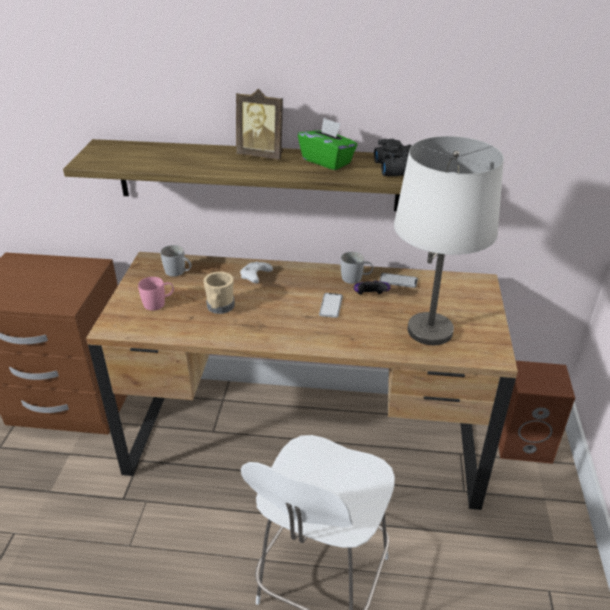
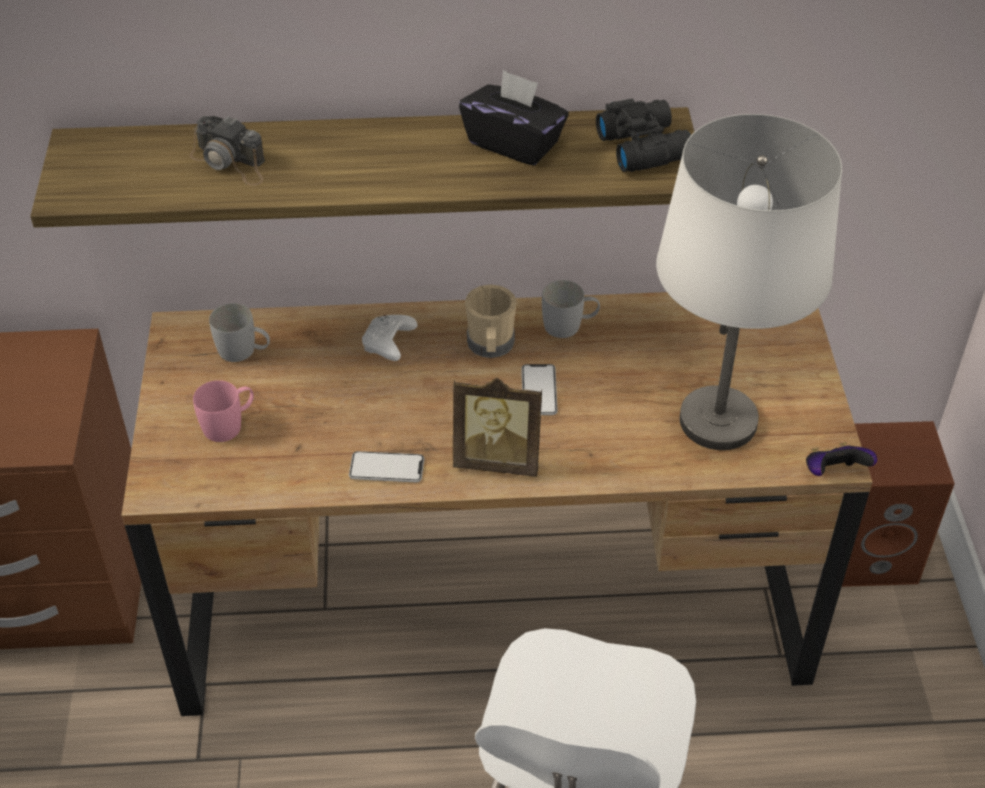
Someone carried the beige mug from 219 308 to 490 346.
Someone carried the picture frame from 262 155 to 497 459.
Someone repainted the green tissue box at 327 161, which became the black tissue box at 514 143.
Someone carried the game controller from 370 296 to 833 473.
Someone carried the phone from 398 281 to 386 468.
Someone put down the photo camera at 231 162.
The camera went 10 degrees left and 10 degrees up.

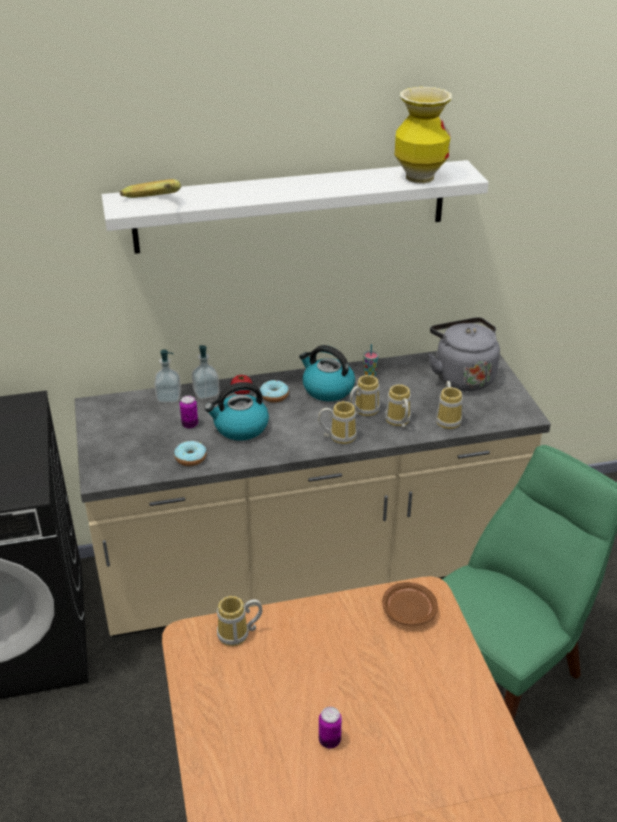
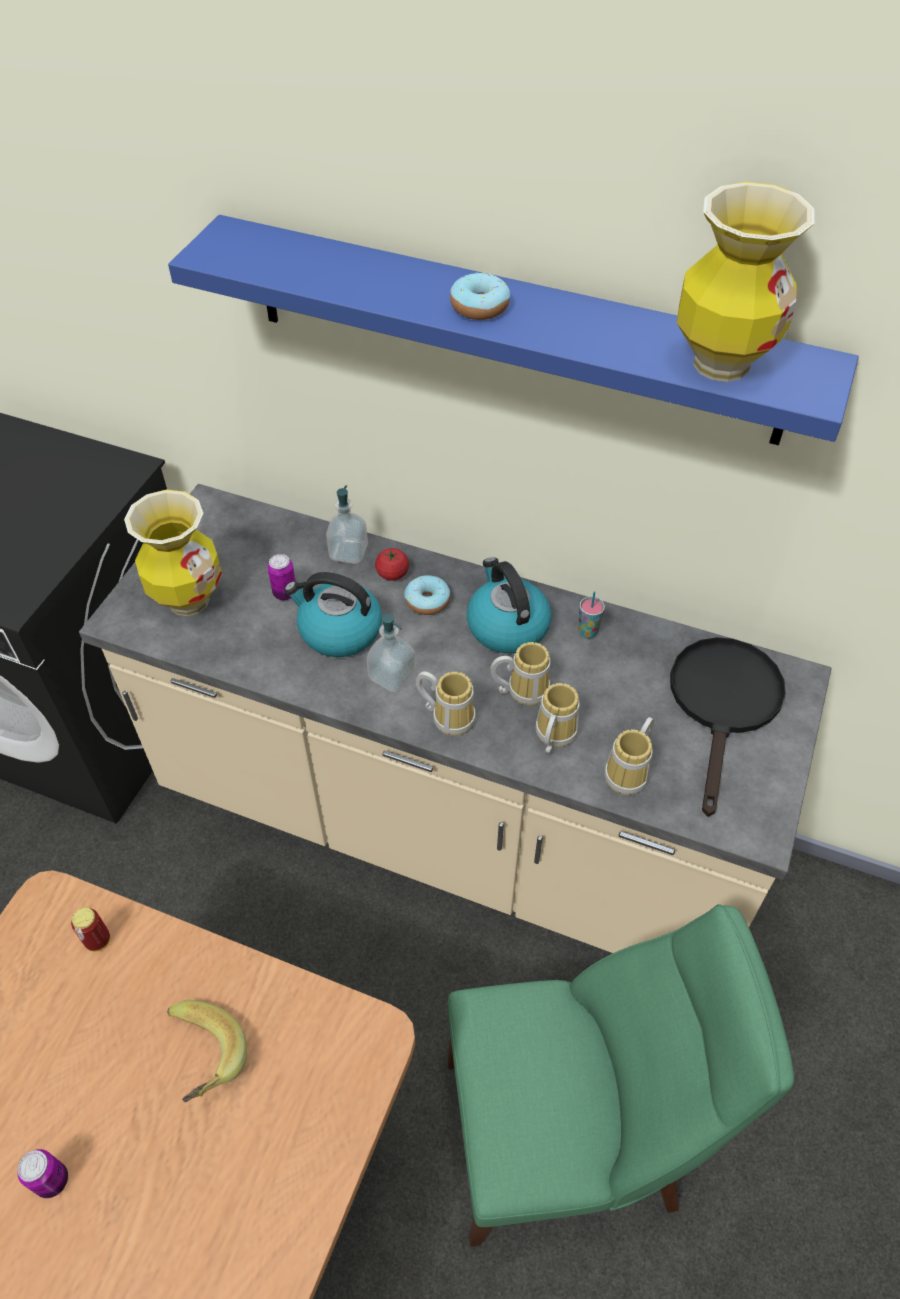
Someone repainted the white shelf at 291 206, which became the blue shelf at 512 330.
Someone carried the banana from 152 204 to 200 1059.
Someone carried the soap dispenser from 168 397 to 392 676.
Someone carried the donut from 190 458 to 479 307.
Someone swapped the mug at 238 635 for the can at 98 940.
Someone took away the brown plate at 408 610.
Someone swapped the grey kettle at 462 376 for the black frying pan at 723 705.
Someone put down the vase at 189 600.
The camera went 35 degrees right and 15 degrees up.

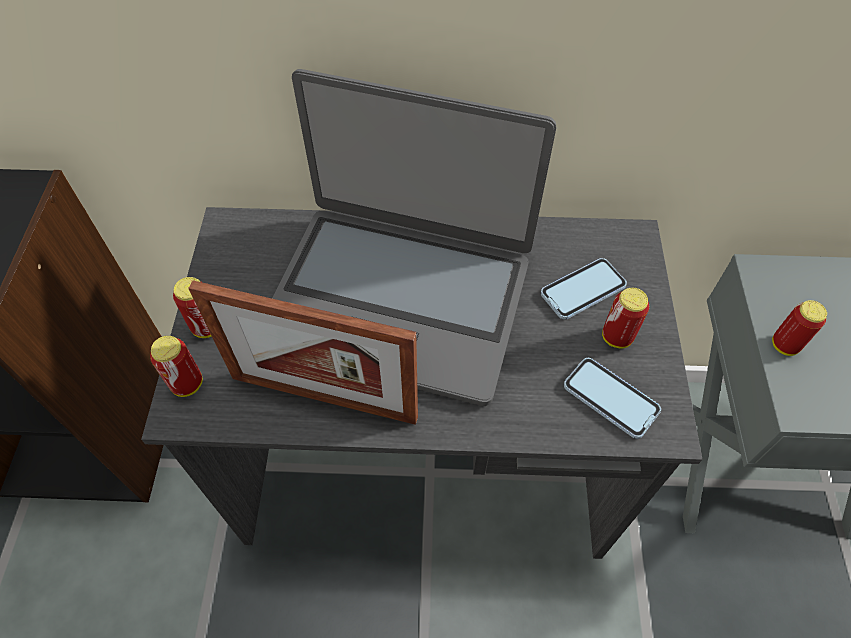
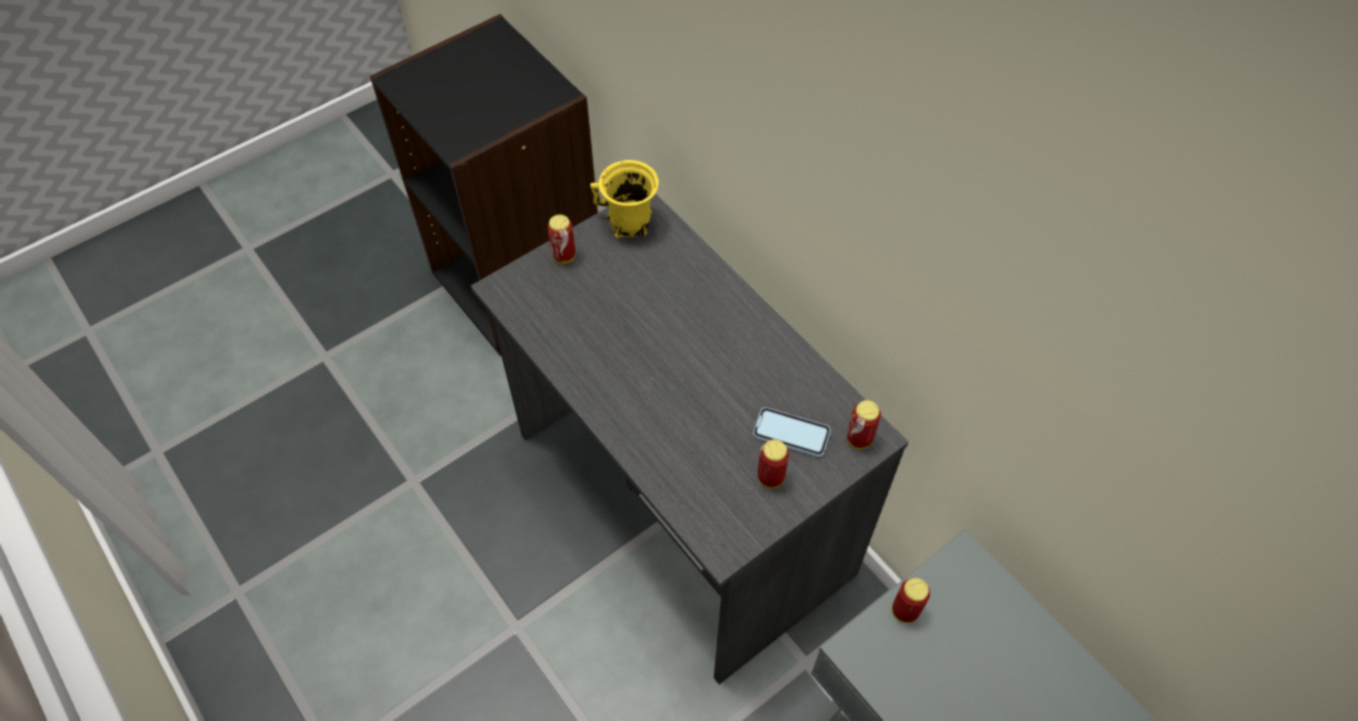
Someone carried the can from 187 384 to 859 439.
Someone took away the picture frame at 323 397.
Someone took away the laptop at 398 299.
Someone took away the phone at 610 398.
Someone put down the yellow mug at 630 223.
The camera went 50 degrees right and 0 degrees up.

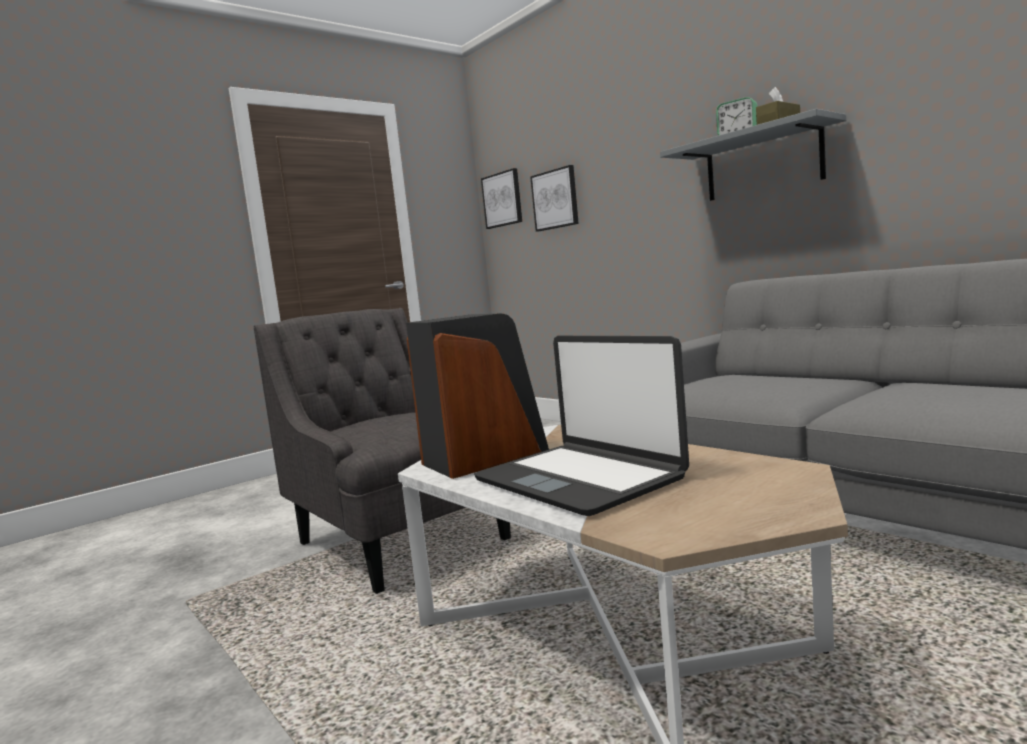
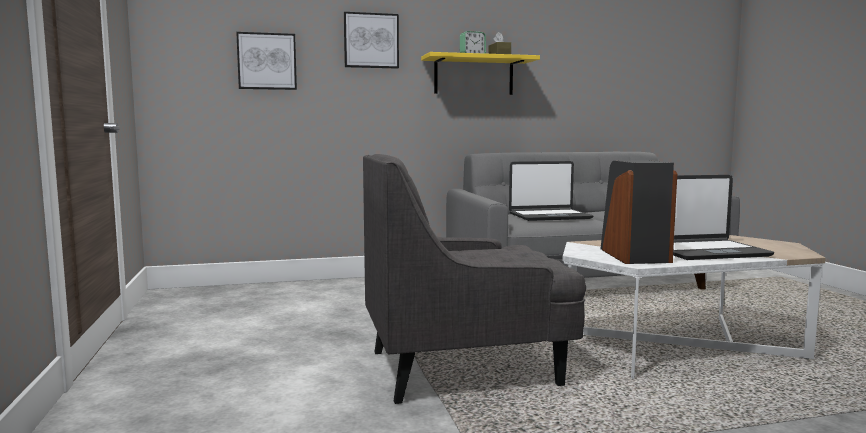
Someone carried the picture from 502 199 to 371 40.
Someone repainted the grey shelf at 762 163, which became the yellow shelf at 473 76.
Someone put down the laptop at 549 216.
The camera went 65 degrees left and 0 degrees up.

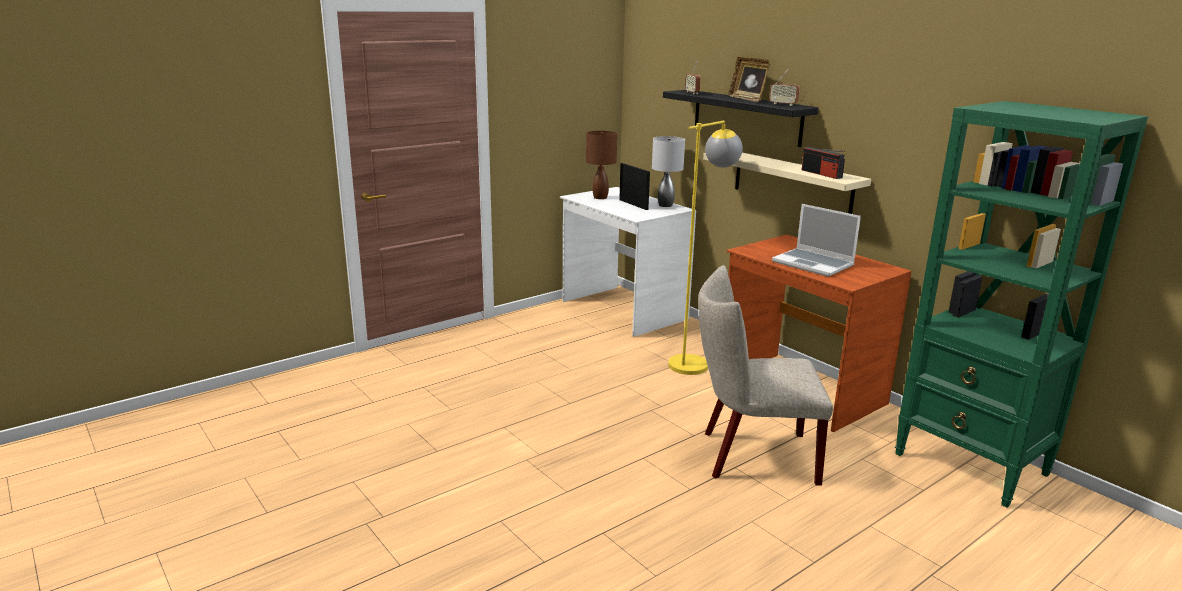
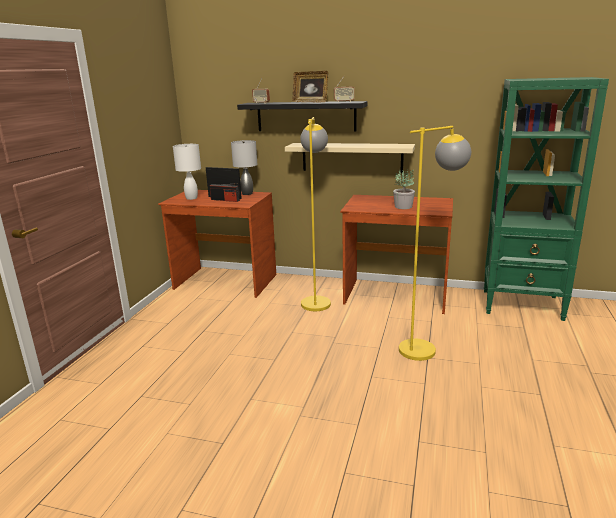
Someone repainted the white desk at 622 310, which became the brown desk at 225 282.
Someone repainted the brown table lamp at 600 197, which became the white table lamp at 191 198.
Someone swapped the beige chair at 751 456 for the yellow floor lamp at 426 346.
Someone swapped the laptop at 814 264 for the potted plant at 403 206.
Someone carried the radio from 821 174 to 225 200.
The camera went 35 degrees left and 0 degrees up.

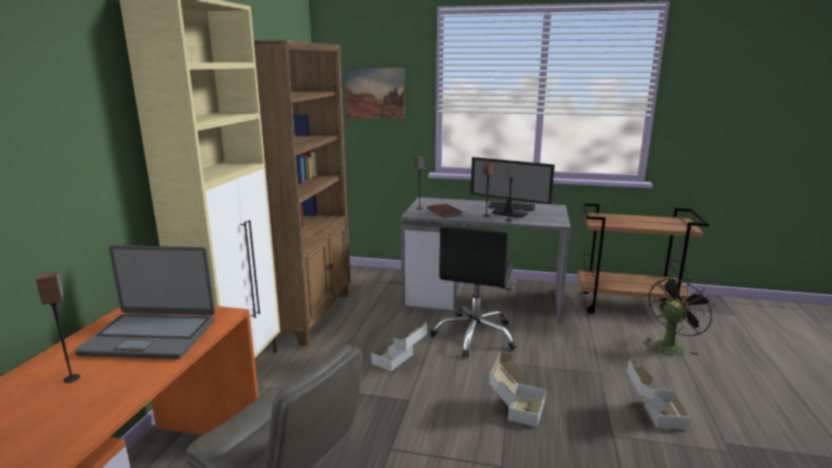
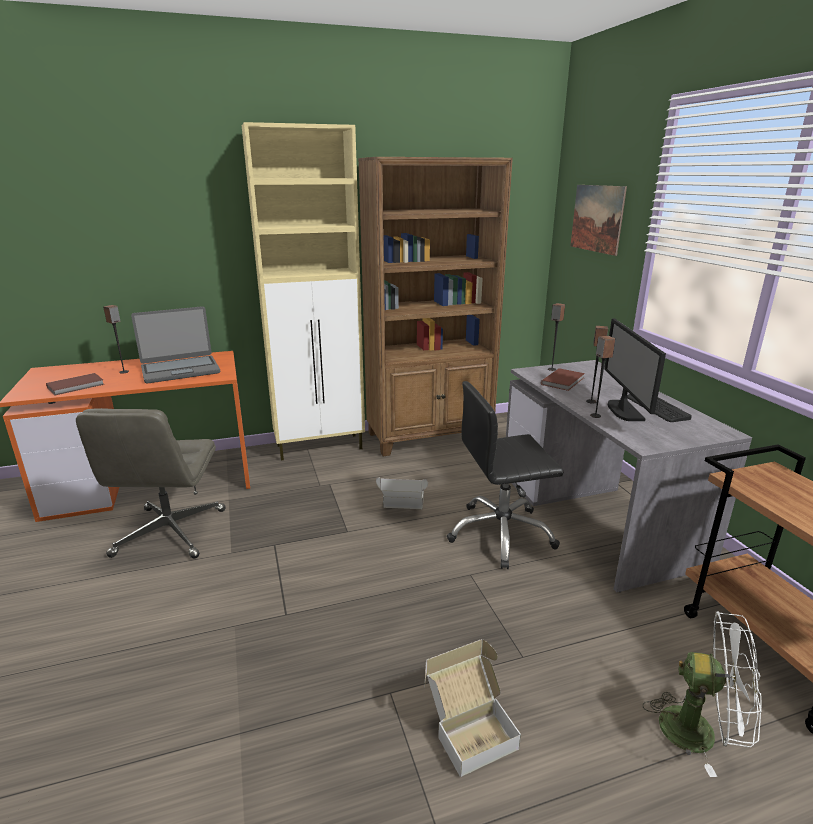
Someone rotated the laptop at 151 336 by 90 degrees counterclockwise.
Someone took away the cardboard box at 515 407.
Someone repainted the black fan at 670 346, which became the white fan at 700 731.
Someone put down the brown book at 77 386.
The camera went 60 degrees right and 5 degrees up.

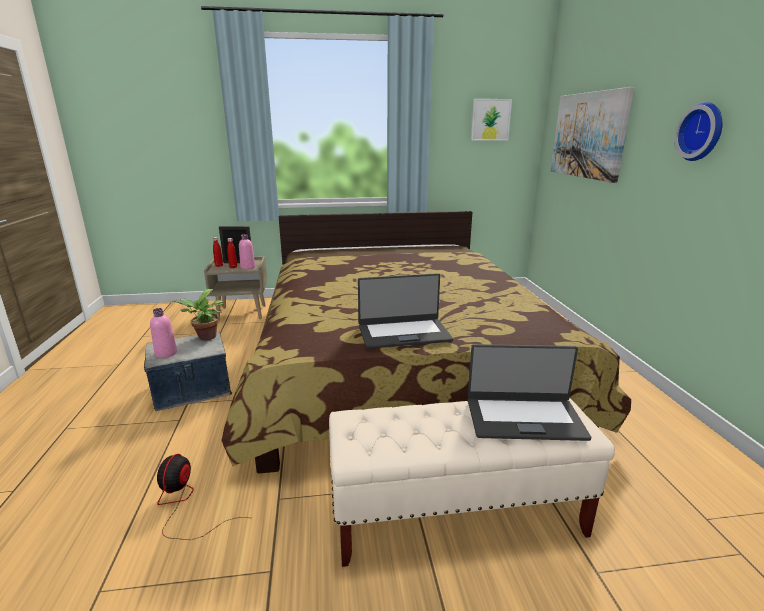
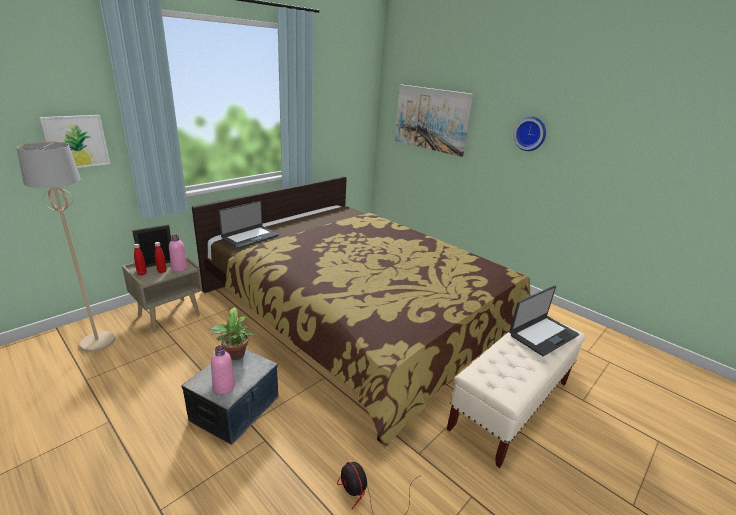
Someone carried the laptop from 403 333 to 250 237.
Someone carried the picture from 490 120 to 76 141.
Someone put down the beige floor lamp at 98 342.
The camera went 40 degrees left and 5 degrees up.

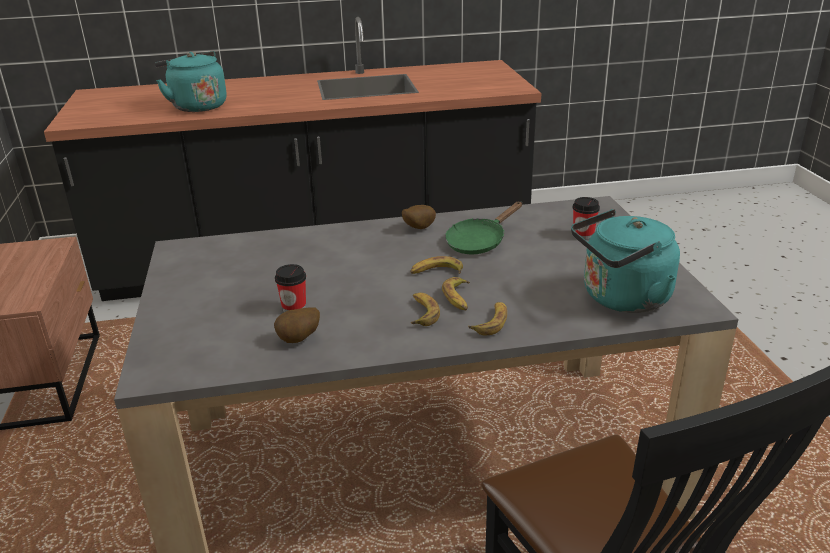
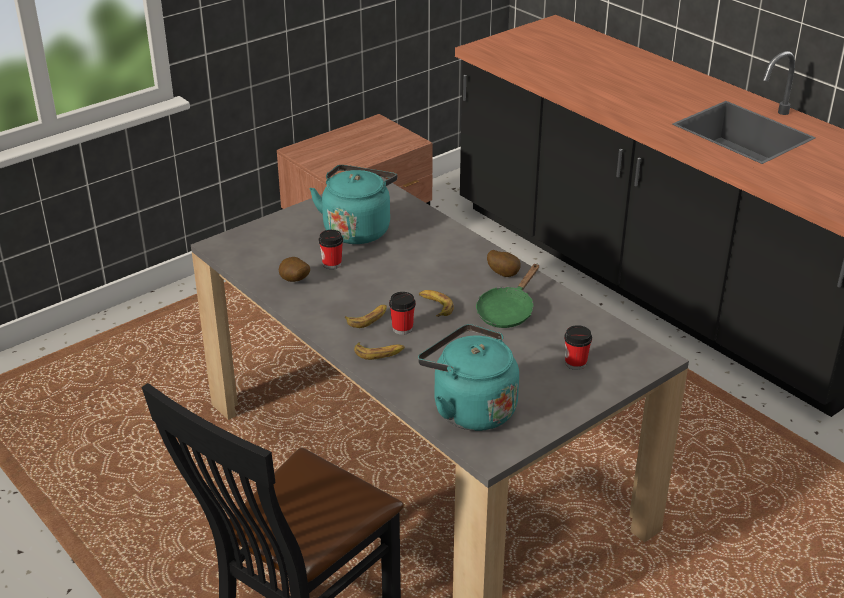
Someone carried the turquoise kettle from 197 106 to 357 229.
Someone swapped the banana at 458 298 for the cup at 402 328.
Someone rotated the green frying pan at 479 242 by 75 degrees counterclockwise.
The camera went 60 degrees right and 5 degrees up.

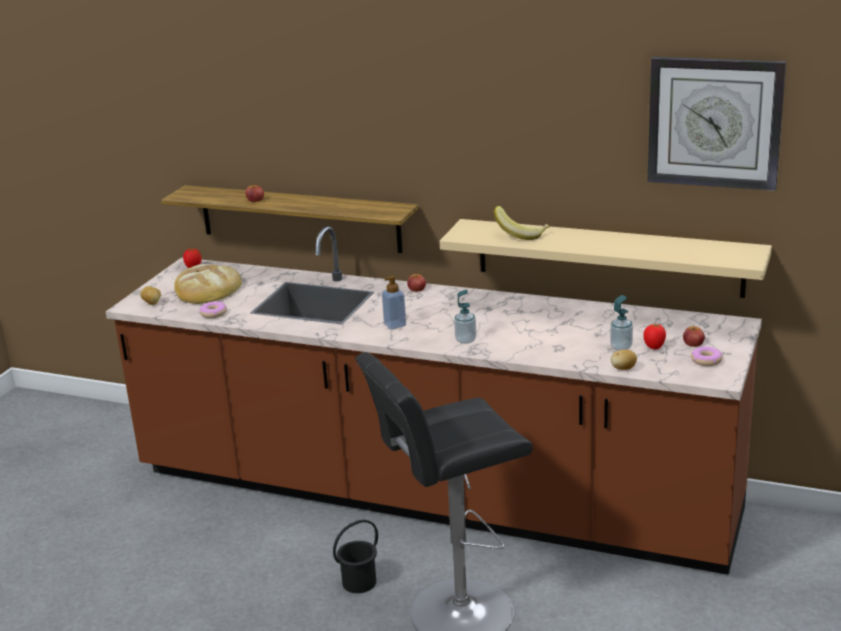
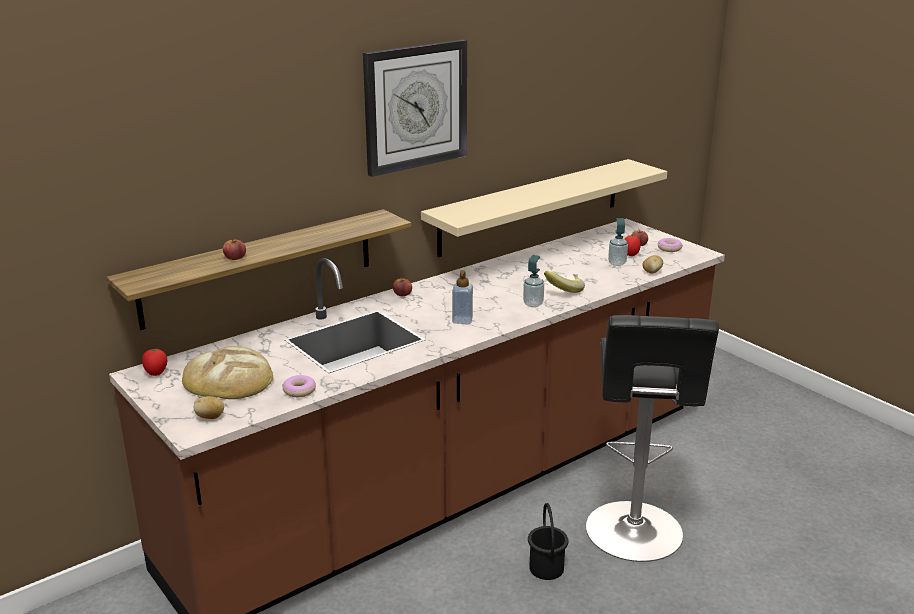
Someone carried the banana from 521 234 to 563 290.
Someone carried the wall clock from 714 122 to 415 106.
The camera went 60 degrees left and 0 degrees up.

